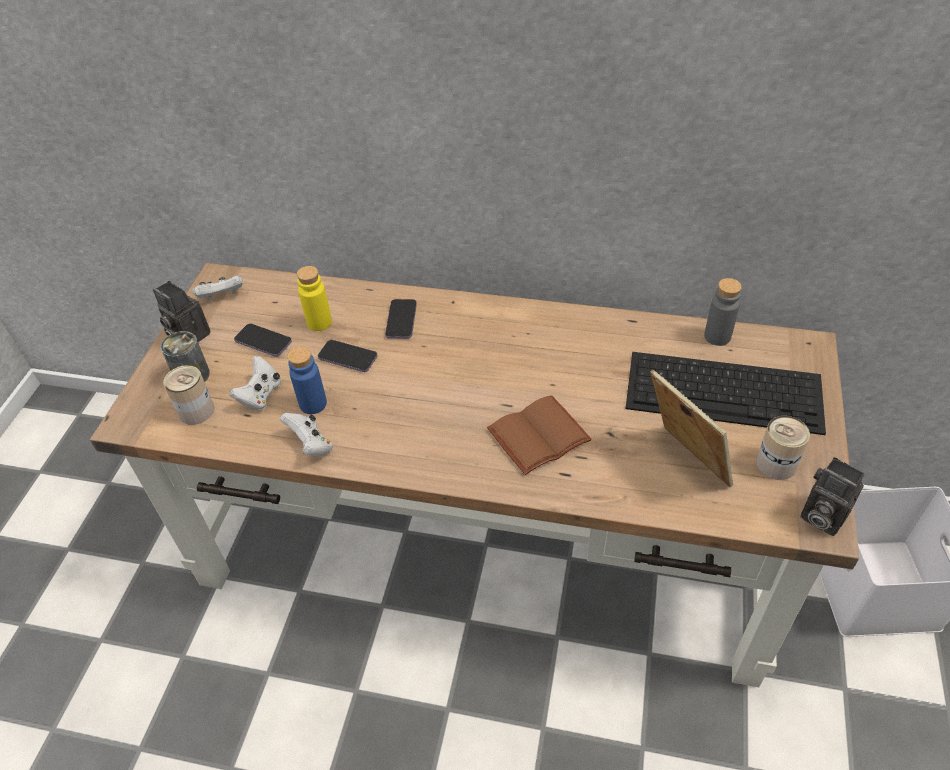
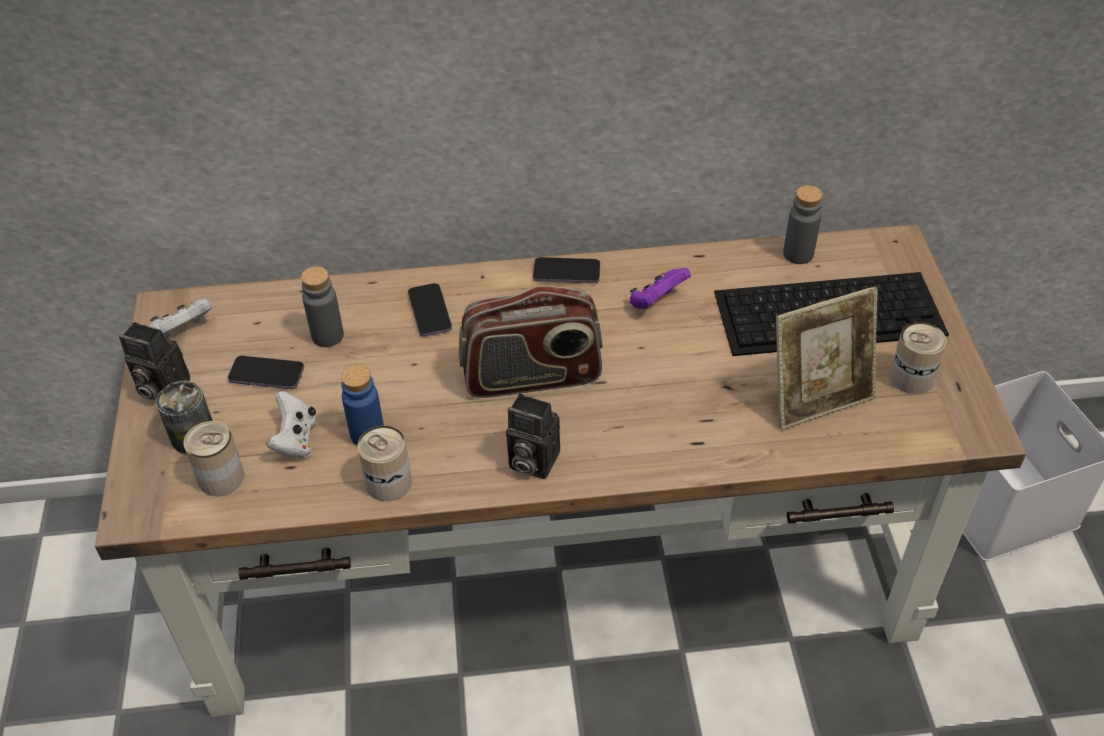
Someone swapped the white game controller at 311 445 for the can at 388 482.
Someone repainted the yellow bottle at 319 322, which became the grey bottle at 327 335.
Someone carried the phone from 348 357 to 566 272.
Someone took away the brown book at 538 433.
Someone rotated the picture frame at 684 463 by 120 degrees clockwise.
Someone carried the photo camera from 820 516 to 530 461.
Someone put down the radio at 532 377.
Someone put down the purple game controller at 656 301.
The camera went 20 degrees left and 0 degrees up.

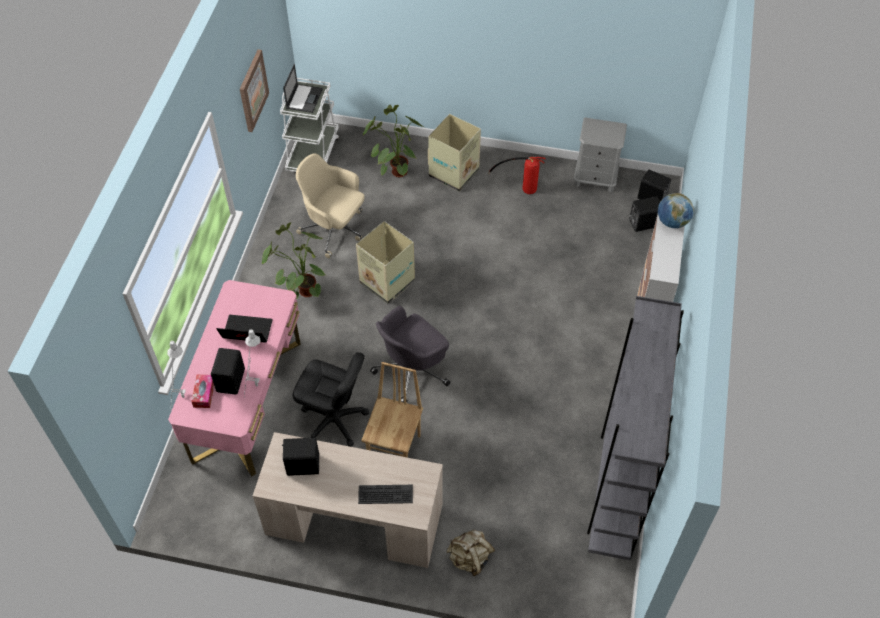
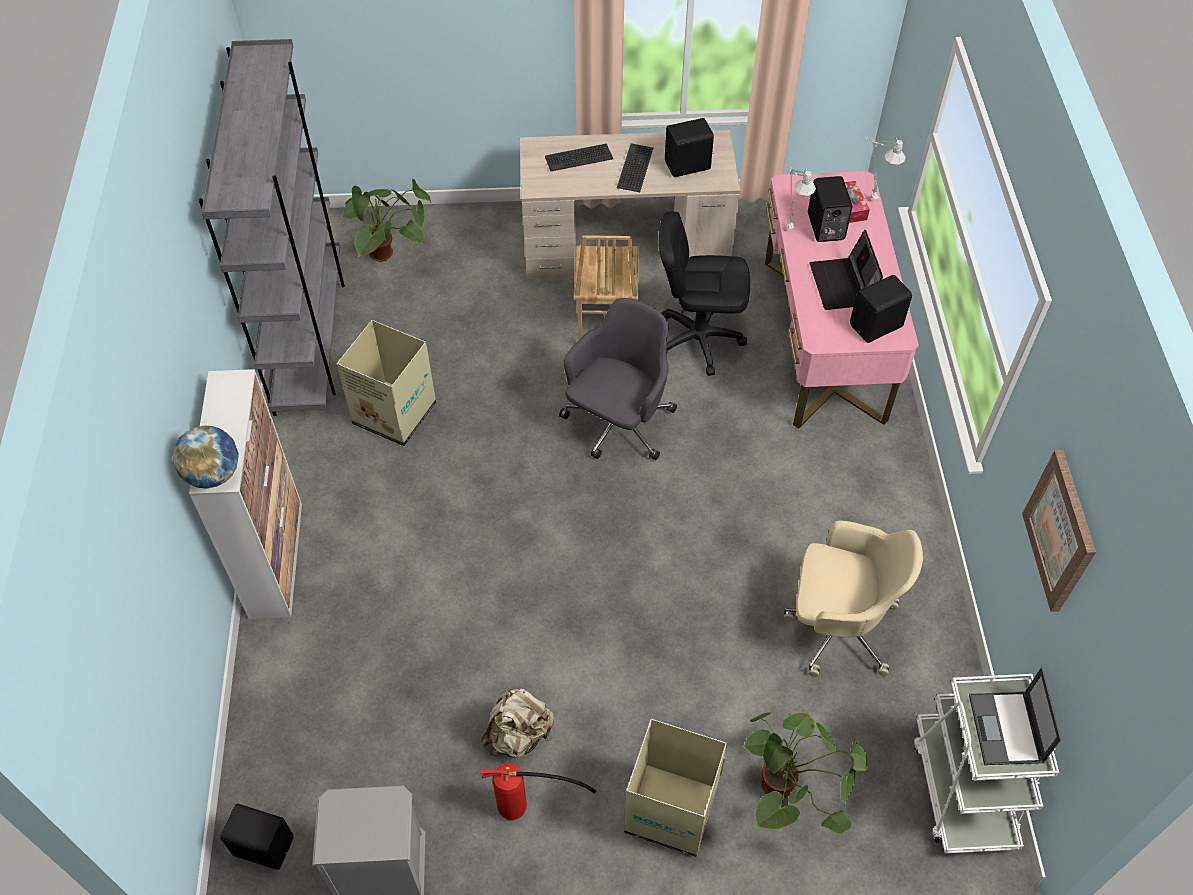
Someone rotated the laptop at 246 332 by 90 degrees clockwise.
Someone carried the potted plant from 301 287 to 392 257.
Someone carried the cardboard box from 387 282 to 393 413.
Someone carried the beige backpack from 470 558 to 518 735.
Someone carried the black speaker from 643 223 to 877 326.
Someone put down the keyboard at 635 168.
The camera went 165 degrees right and 0 degrees up.

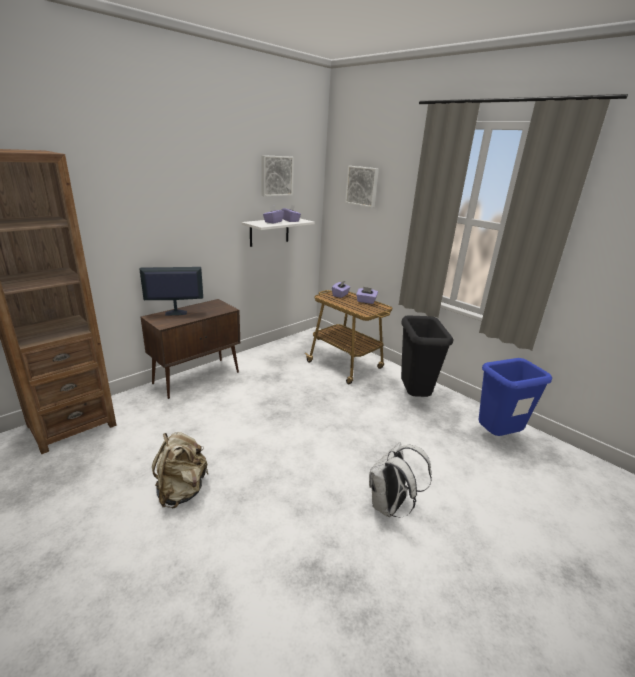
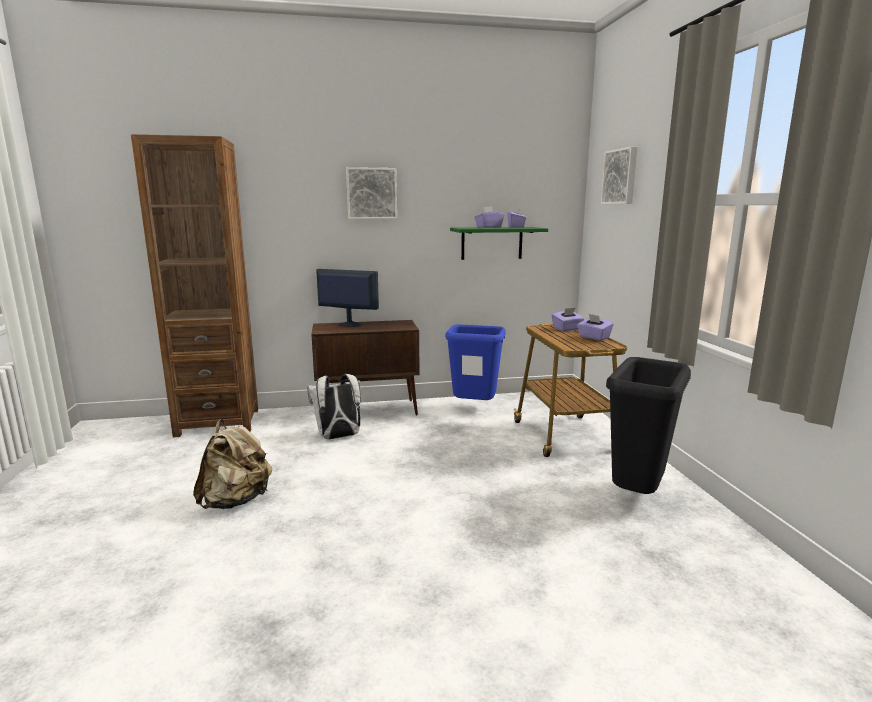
Someone repainted the white shelf at 269 231, which became the green shelf at 491 243.
Someone carried the picture from 276 176 to 371 193.
Someone carried the white backpack from 390 506 to 338 437.
Someone carried the blue trash can from 497 437 to 474 408.
The camera went 35 degrees right and 10 degrees down.

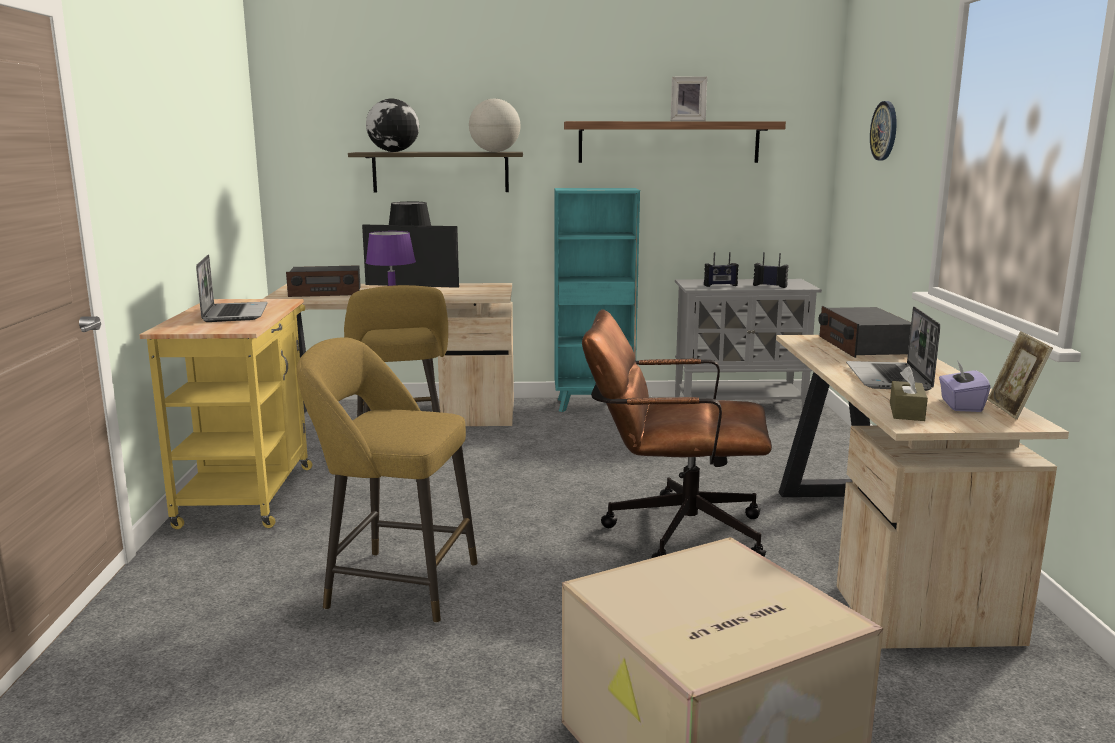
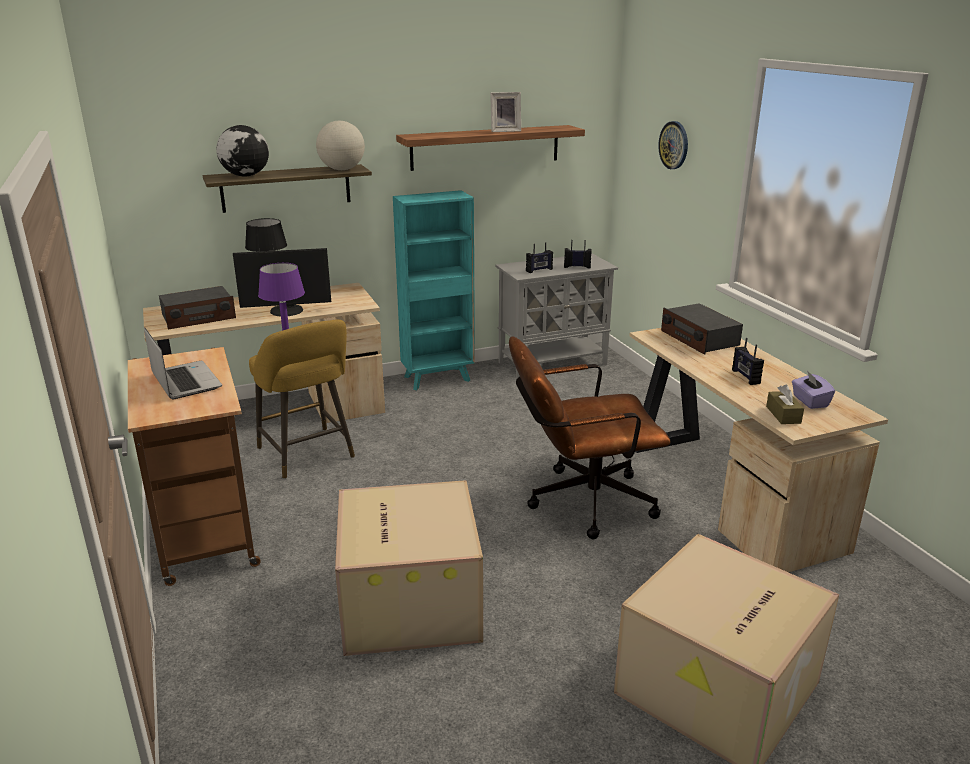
Someone repainted the yellow cart at 249 491, which became the brown cart at 205 530.
Someone swapped the yellow stool at 394 585 for the cardboard box at 408 601.
Someone swapped the laptop at 889 378 for the radio at 745 377.
Someone took away the picture frame at 1013 410.
The camera went 20 degrees left and 10 degrees up.

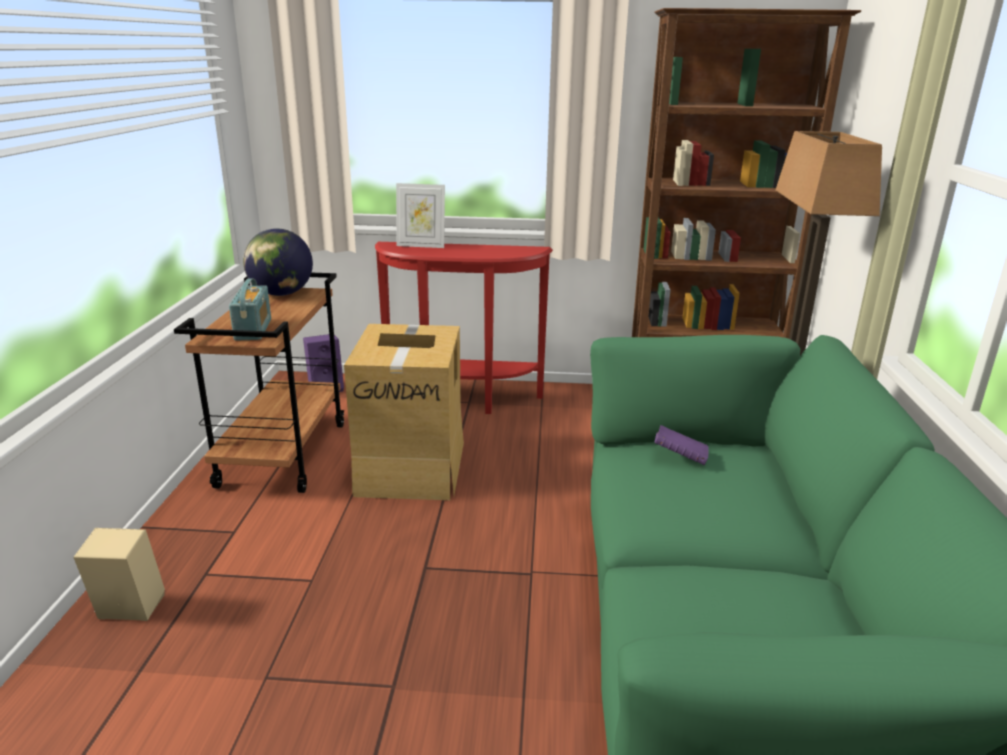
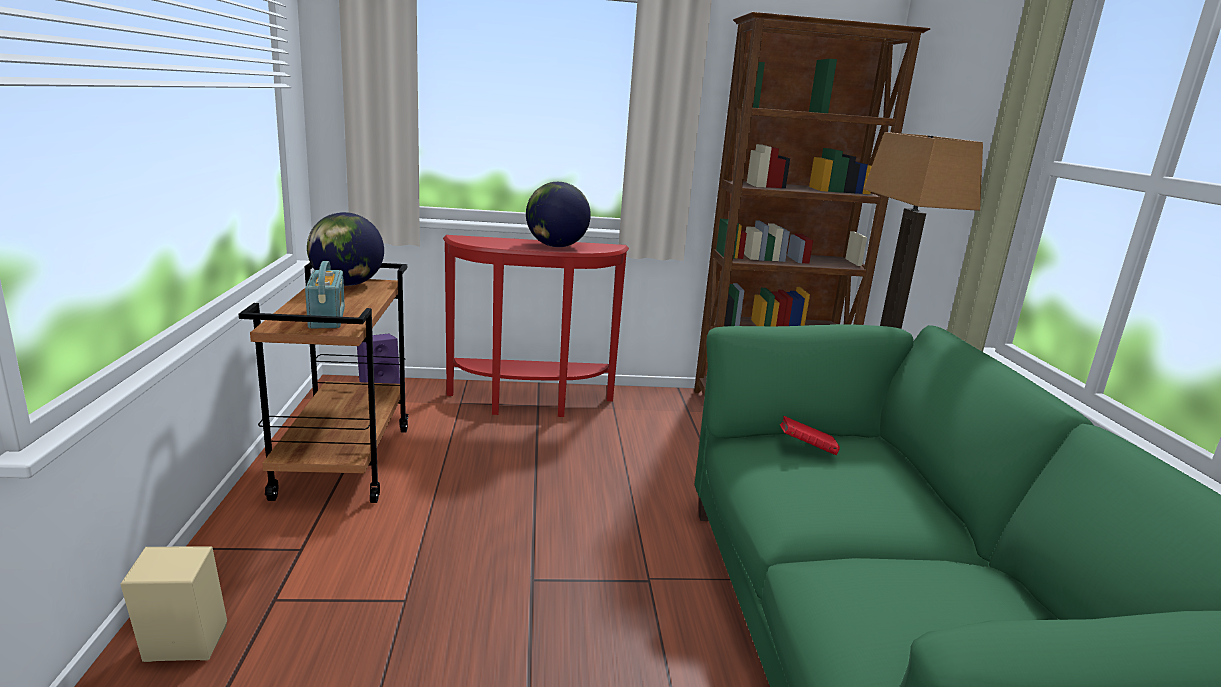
Someone took away the cardboard box at 412 467.
Someone took away the picture frame at 421 245.
Someone repainted the purple book at 680 457, which became the red book at 806 449.
Someone put down the globe at 556 246.
The camera went 10 degrees left and 5 degrees down.

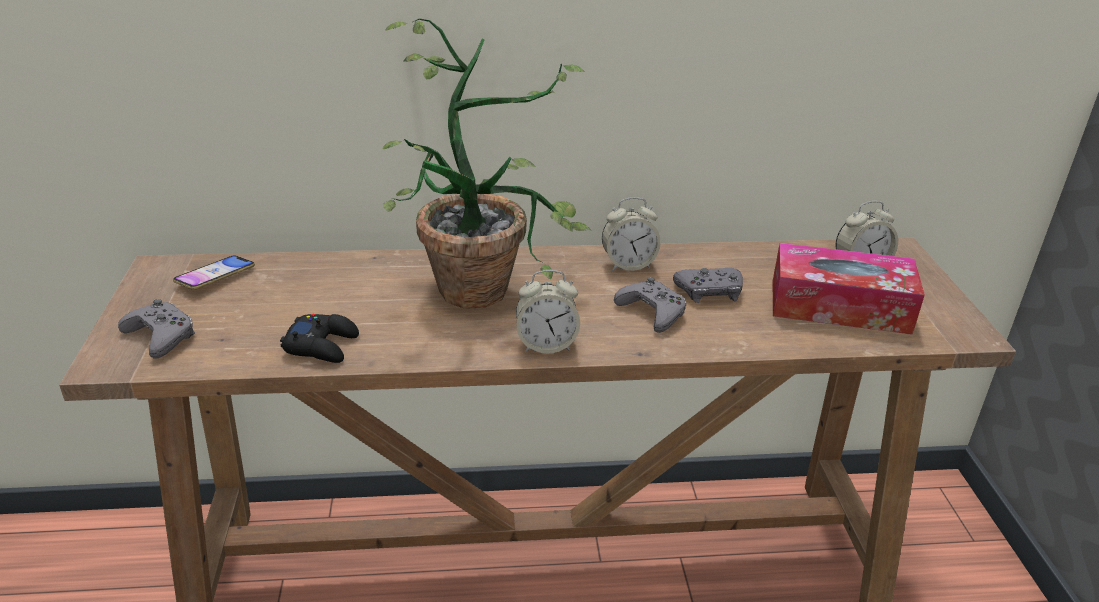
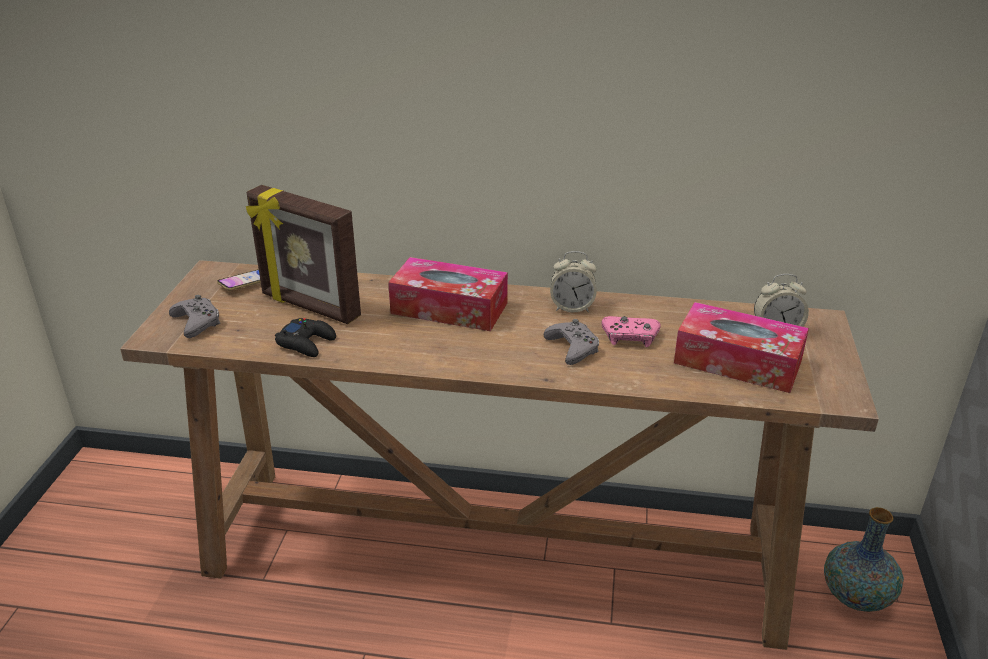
Someone swapped the potted plant at 485 281 for the tissue box at 449 308.
Someone took away the alarm clock at 546 345.
Someone repainted the grey game controller at 709 291, which became the pink game controller at 630 337.
Someone put down the picture frame at 309 306.
Someone put down the vase at 856 596.
The camera went 15 degrees right and 0 degrees up.

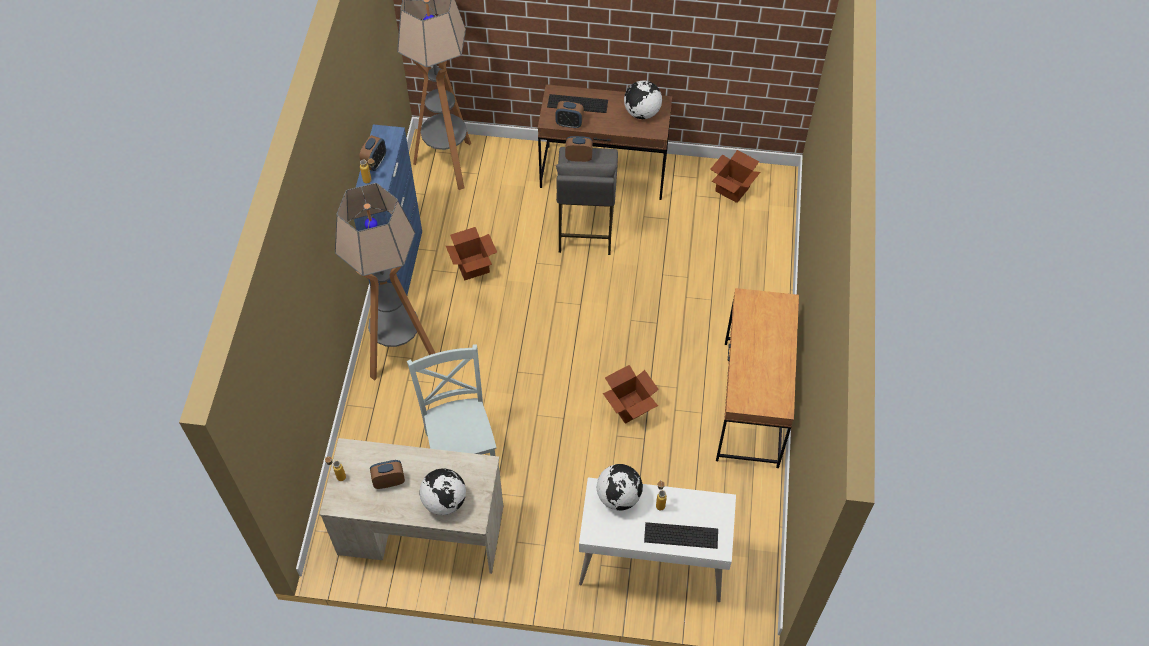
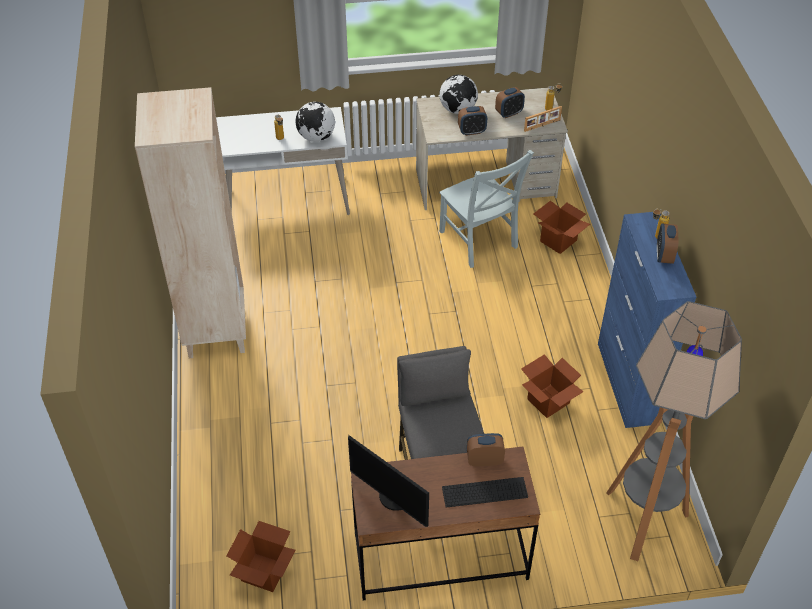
Someone took away the floor lamp at 400 354.
Someone carried the alarm clock from 578 157 to 472 131.
Someone carried the cardboard box from 630 406 to 558 241.
Someone swapped the globe at 641 113 for the monitor at 393 498.
Someone took away the keyboard at 681 535.
Someone swapped the brown desk at 750 404 for the beige bookcase at 215 329.
Someone put down the picture frame at 542 125.
The camera went 165 degrees right and 10 degrees down.

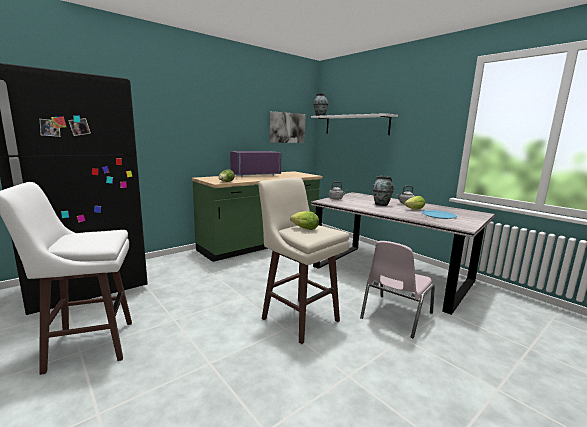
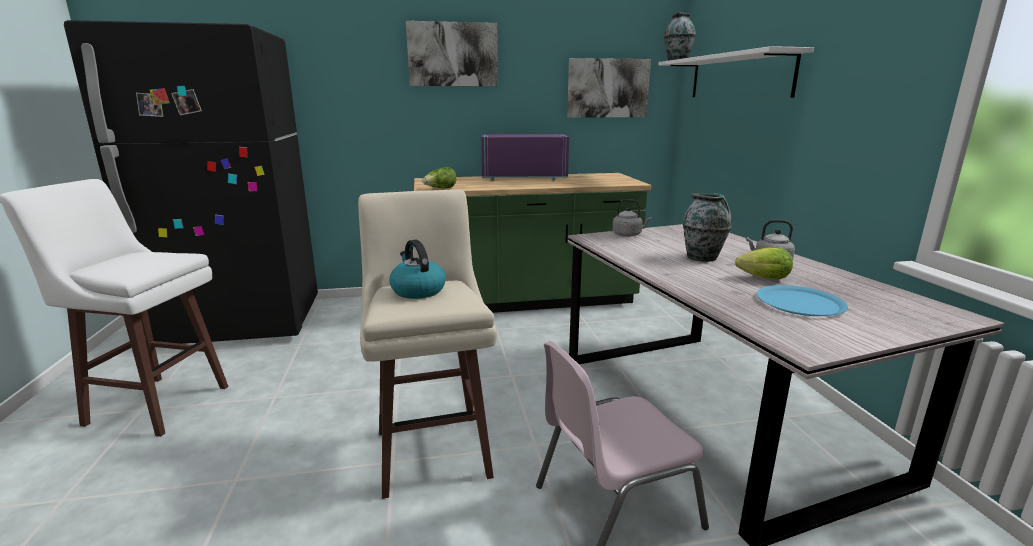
Someone swapped the lettuce at 303 229 for the kettle at 417 290.
Someone put up the picture at 453 54.
The camera went 30 degrees right and 5 degrees up.

